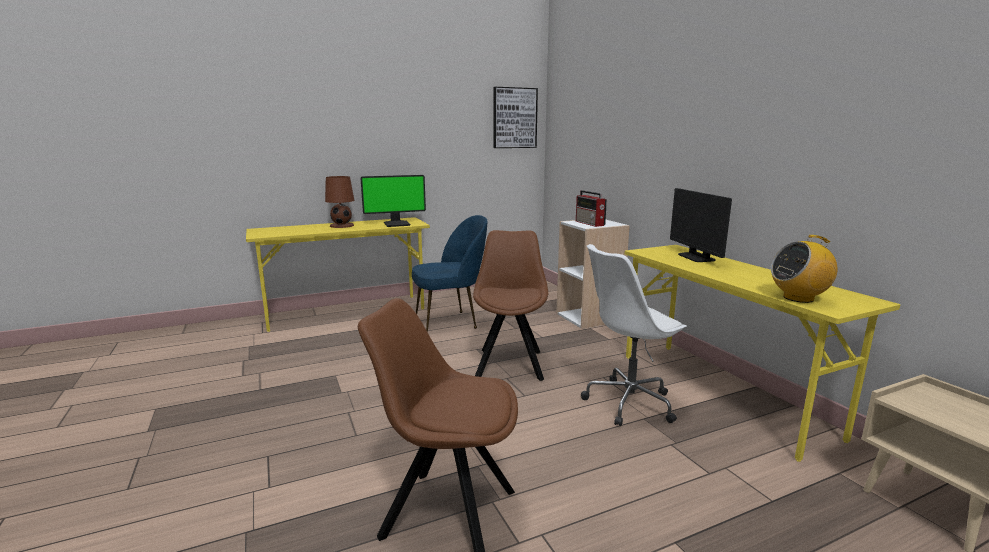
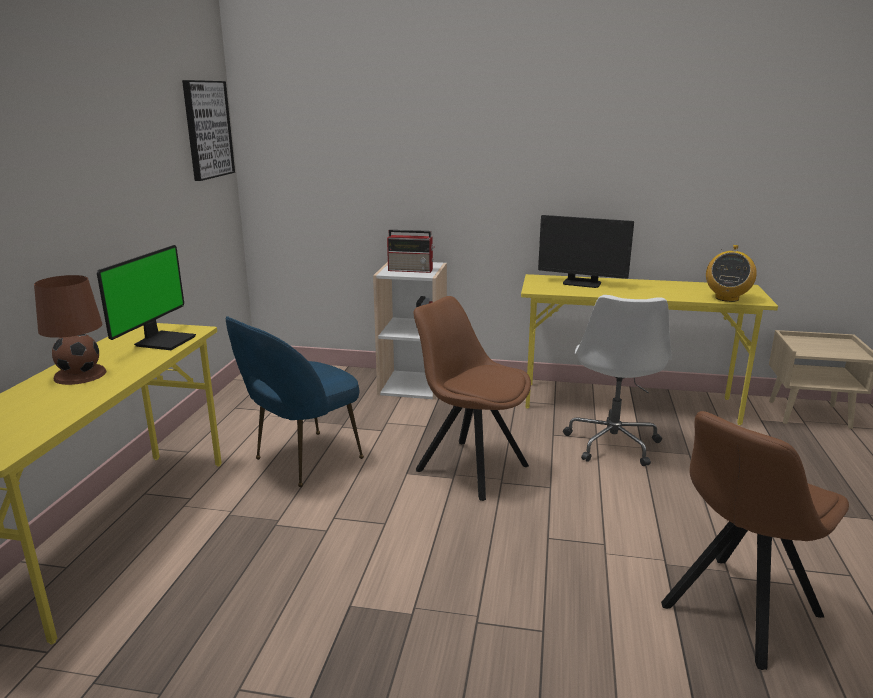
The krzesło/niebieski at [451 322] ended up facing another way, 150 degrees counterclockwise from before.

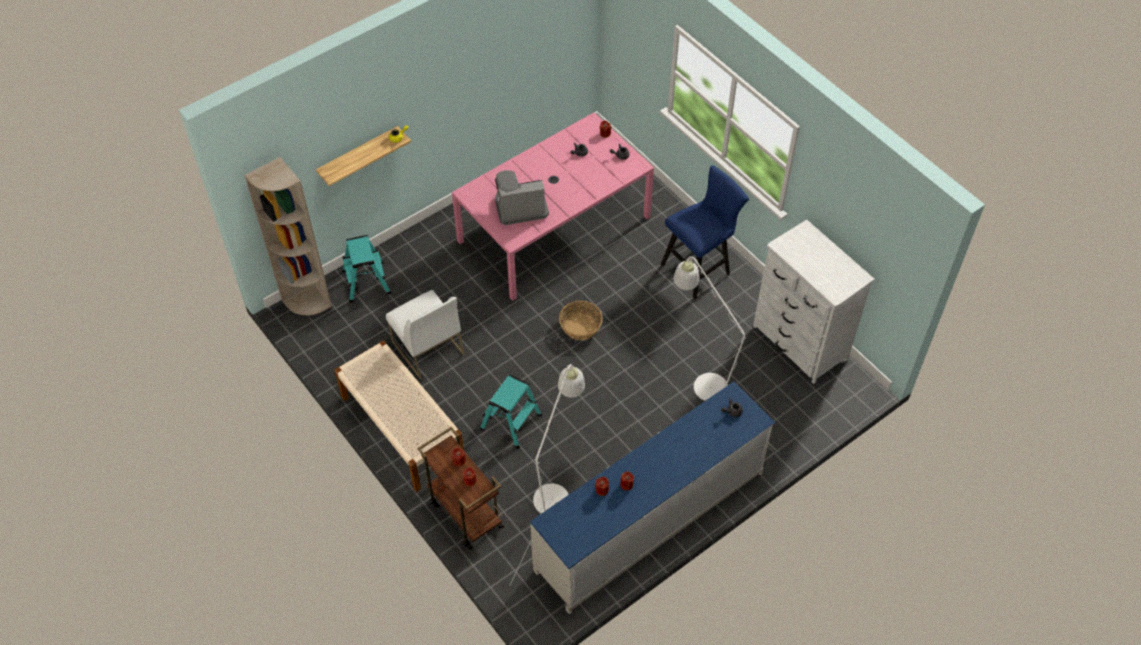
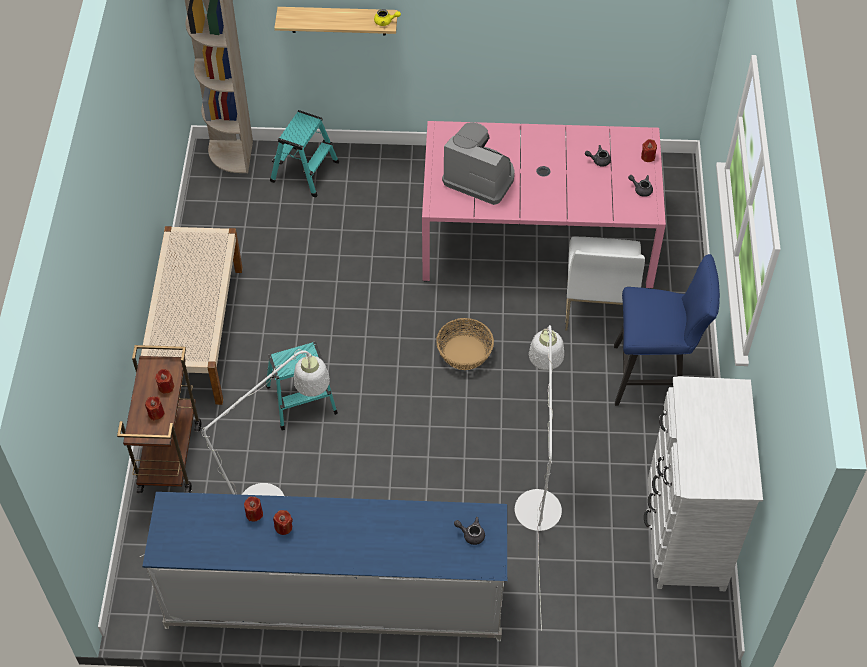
The krzesło/biały ended up elsewhere, having gone from [427 348] to [598 303].

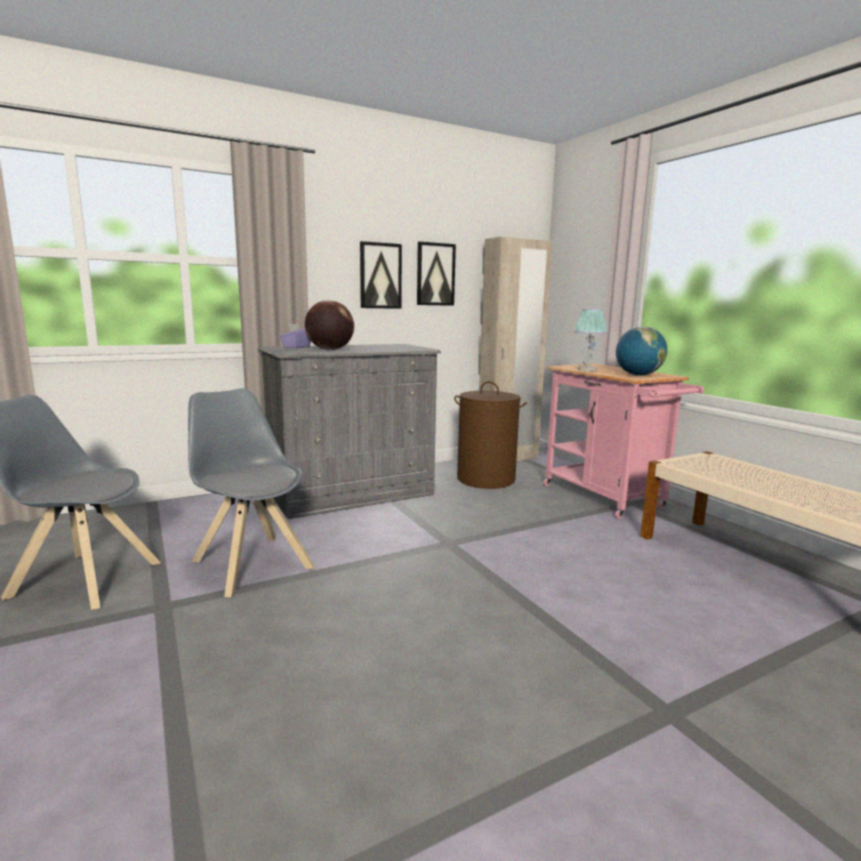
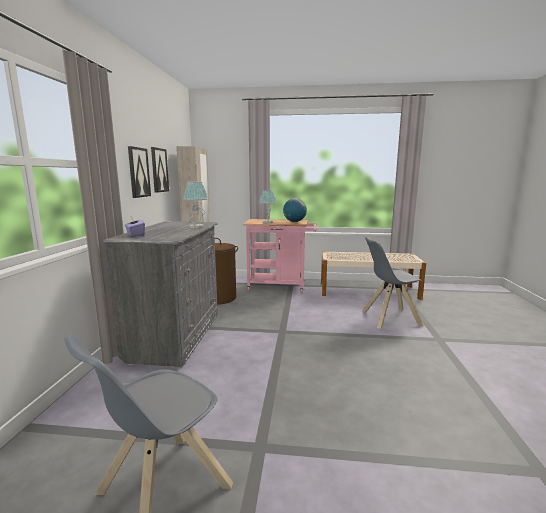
The second view lost the globus at [329 350]. The second view gained the lampa stołowa at [196 227]. The krzesło/szary ended up elsewhere, having gone from [251 563] to [389 318].

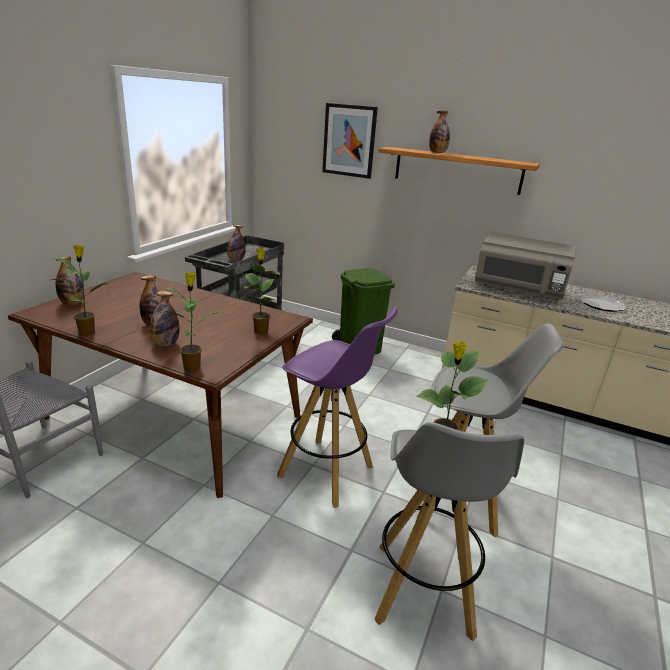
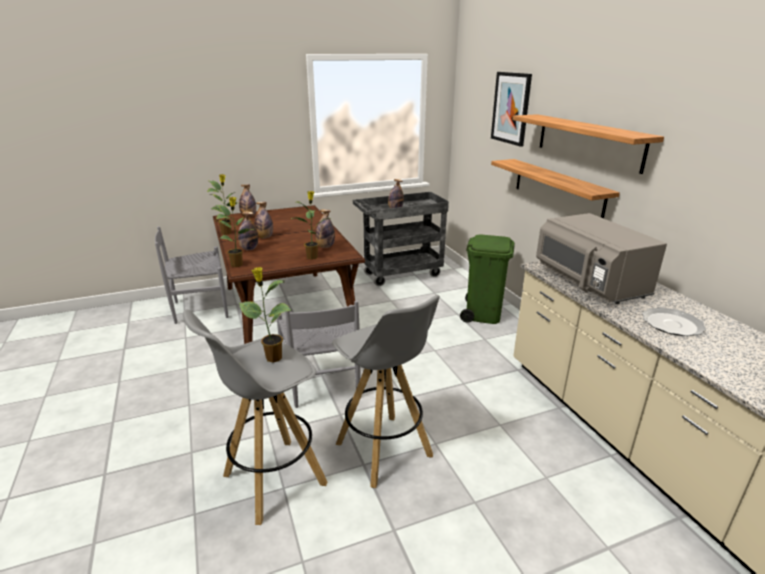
The second view gained the półka at [557 188]. The butelka ended up elsewhere, having gone from [437 153] to [325 246]. Where the stołek/fioletowy stood at [327 472], the krzesło/szary came to stand at [323 384].

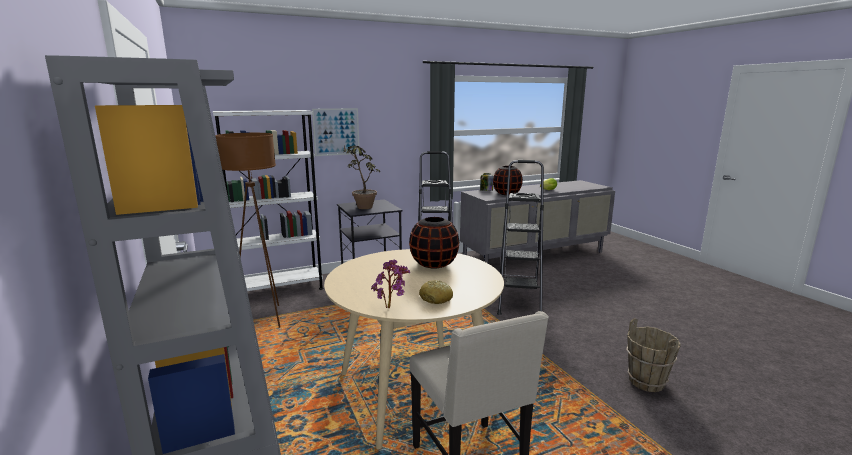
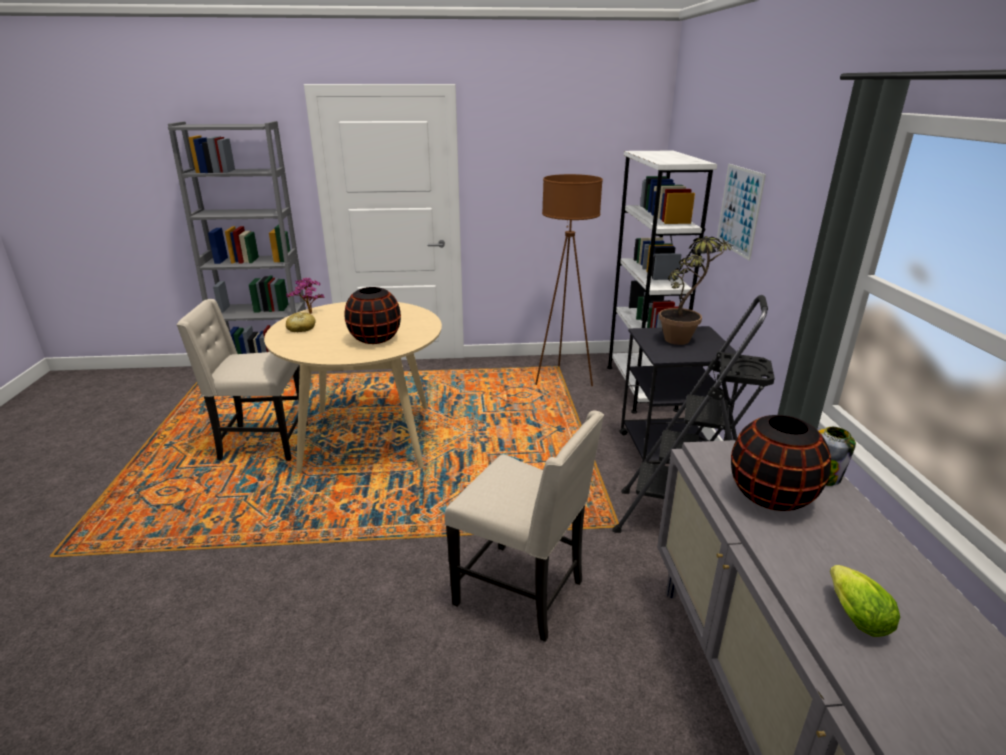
The second view lost the wiadro/brązowy at [646 382]. Where the drabinka stood at [518 298], the krzesło/beżowy came to stand at [522 592].

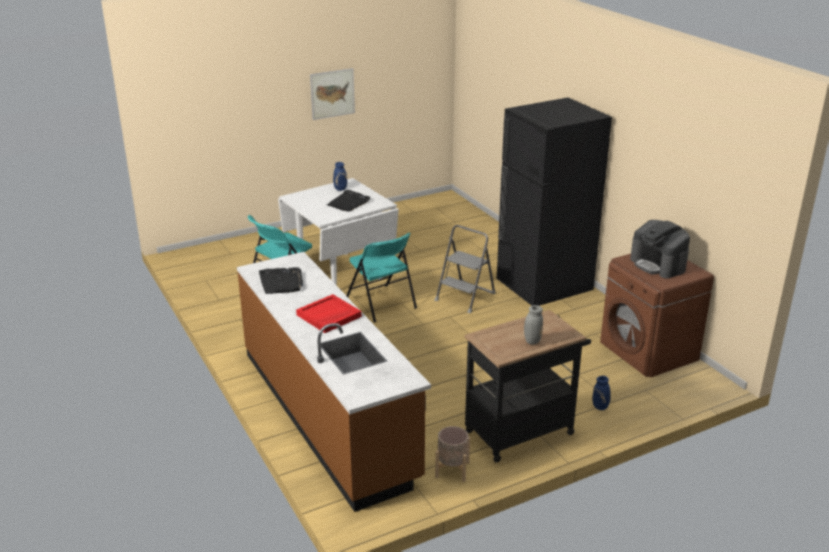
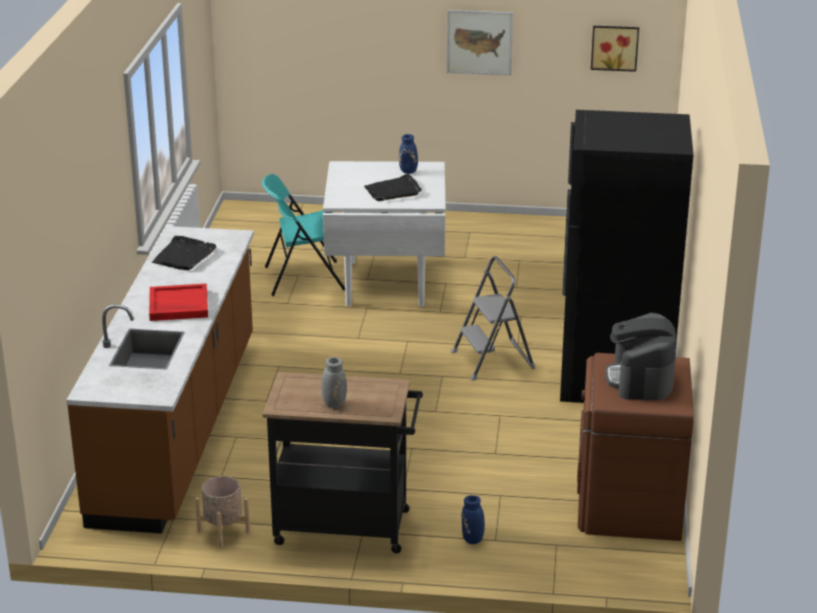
The second view lost the krzesło/turkusowy at [380 303]. The second view gained the obraz at [614 47].

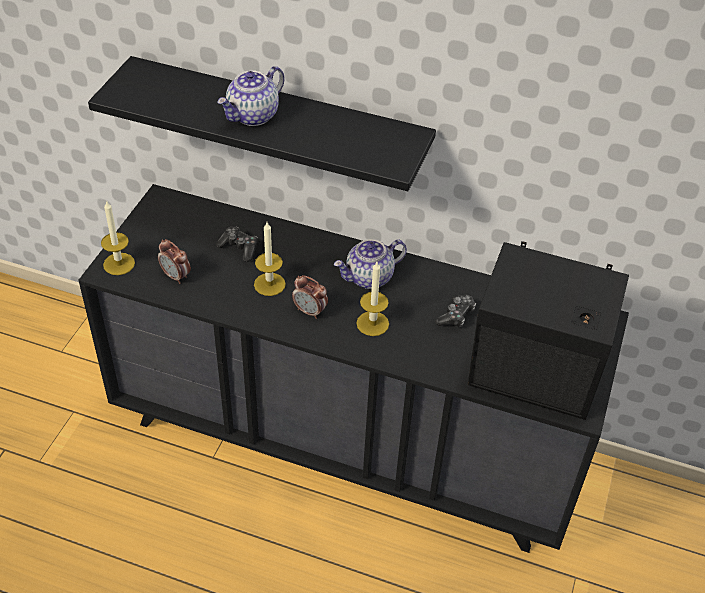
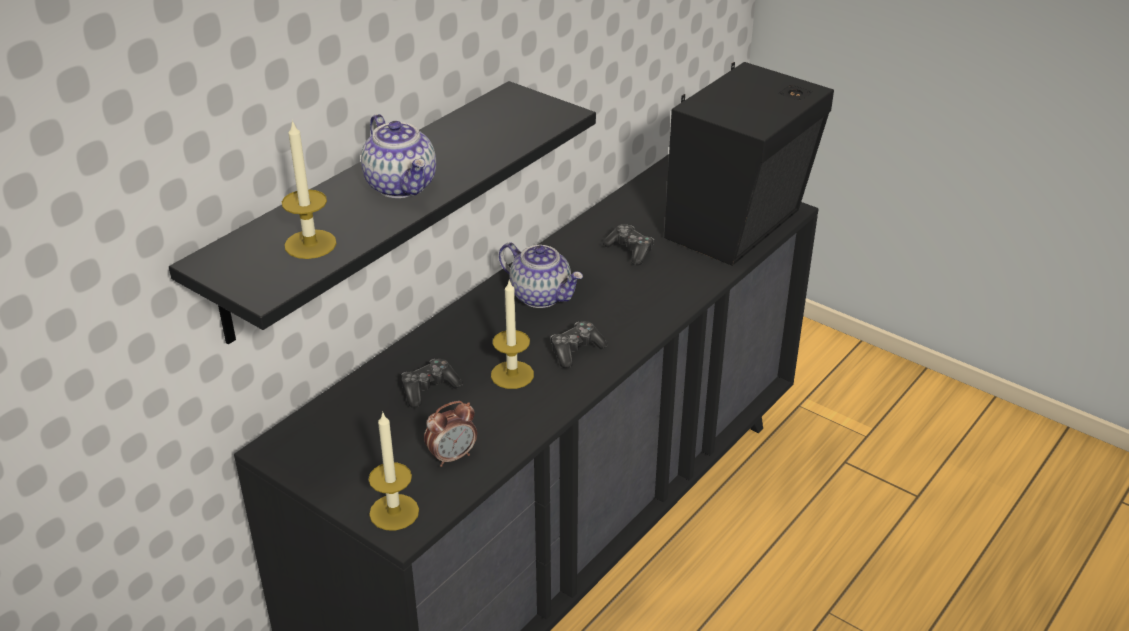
The świeca ended up elsewhere, having gone from [372 323] to [310 244]. Where the budzik stood at [310 311], the pad do gier came to stand at [576 351]. The imbryk at [369 278] ended up facing another way, 45 degrees counterclockwise from before.

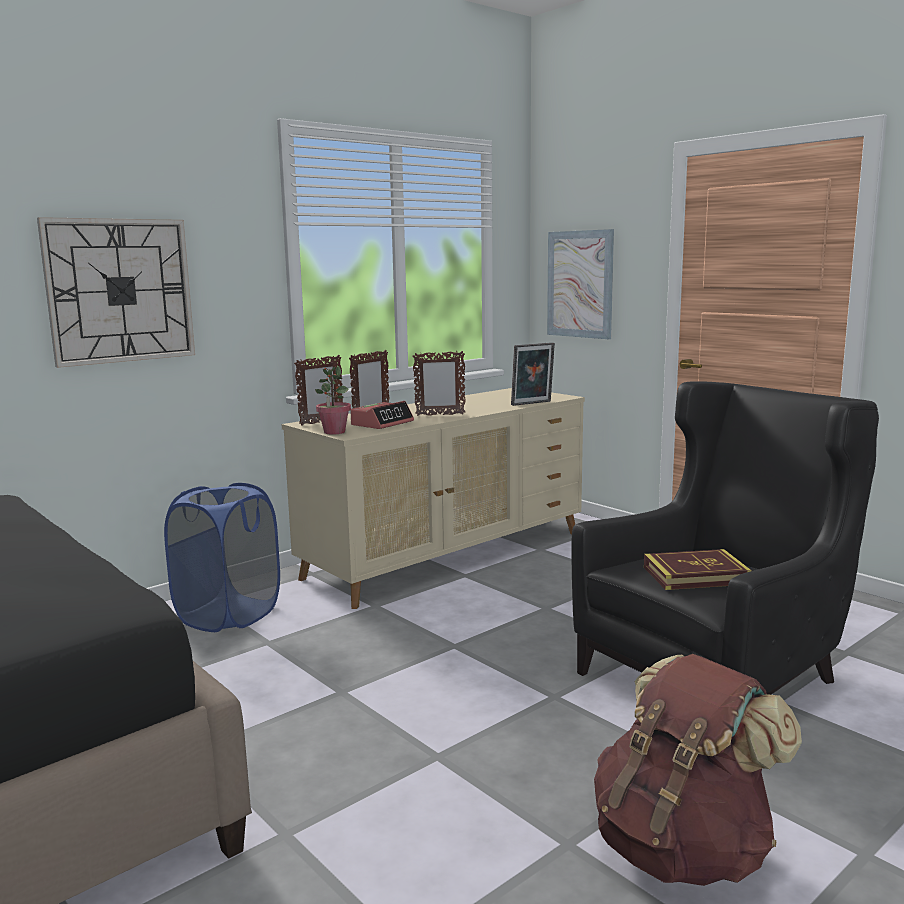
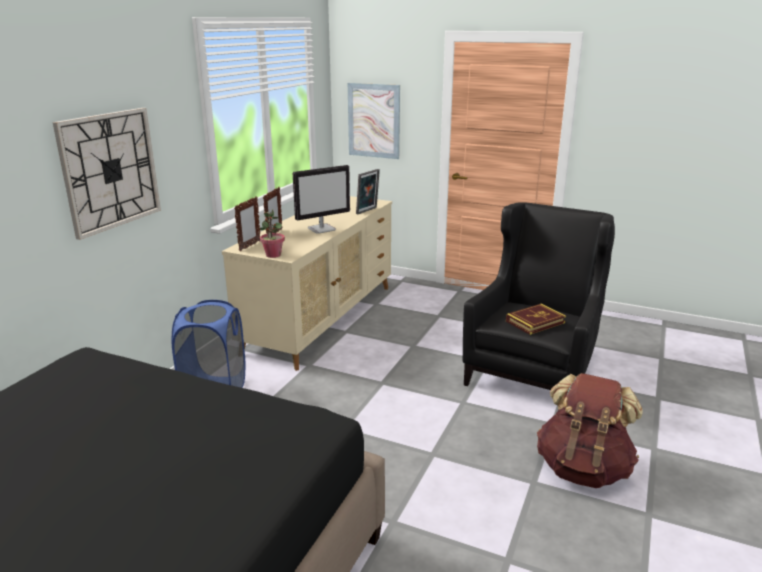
The second view lost the budzik at [382 423]. Where the ramka na zdjęcie stood at [439 415], the monitor came to stand at [322 229].

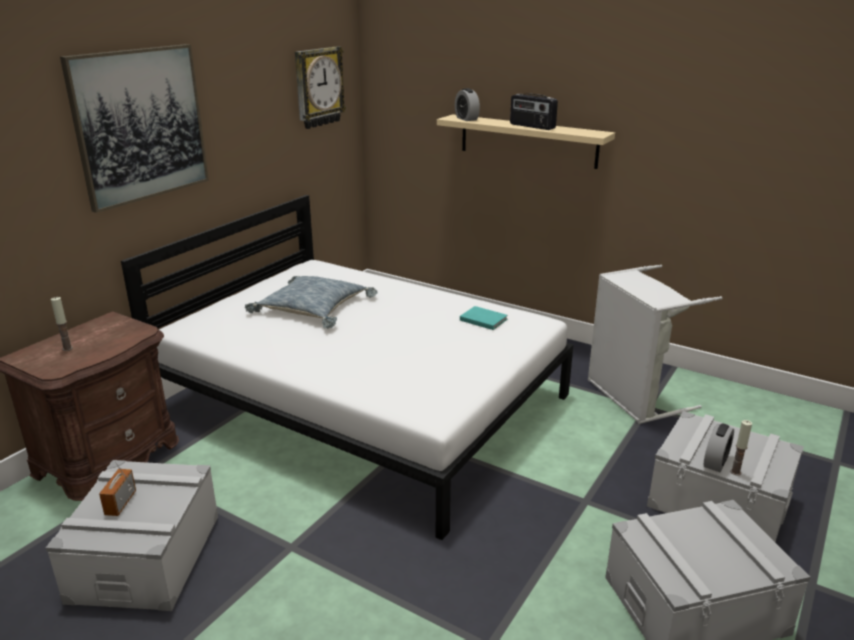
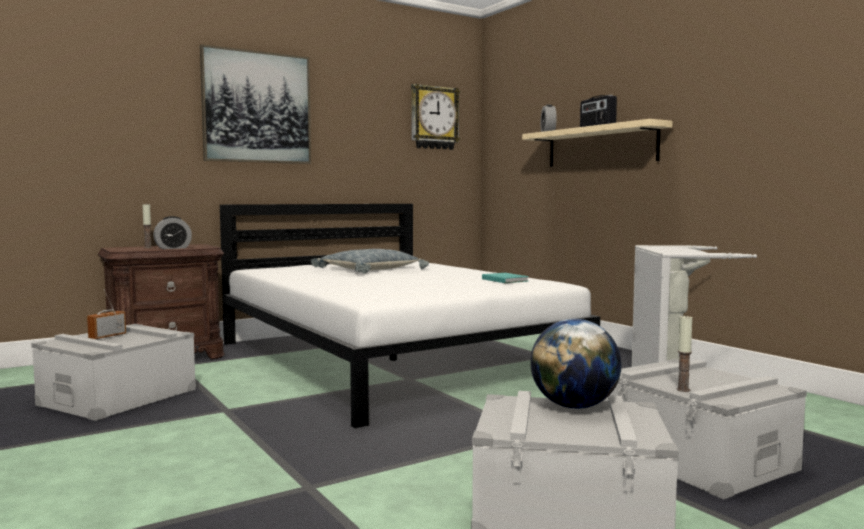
The second view gained the globus at [574 406]. The budzik ended up elsewhere, having gone from [715 462] to [173 248].

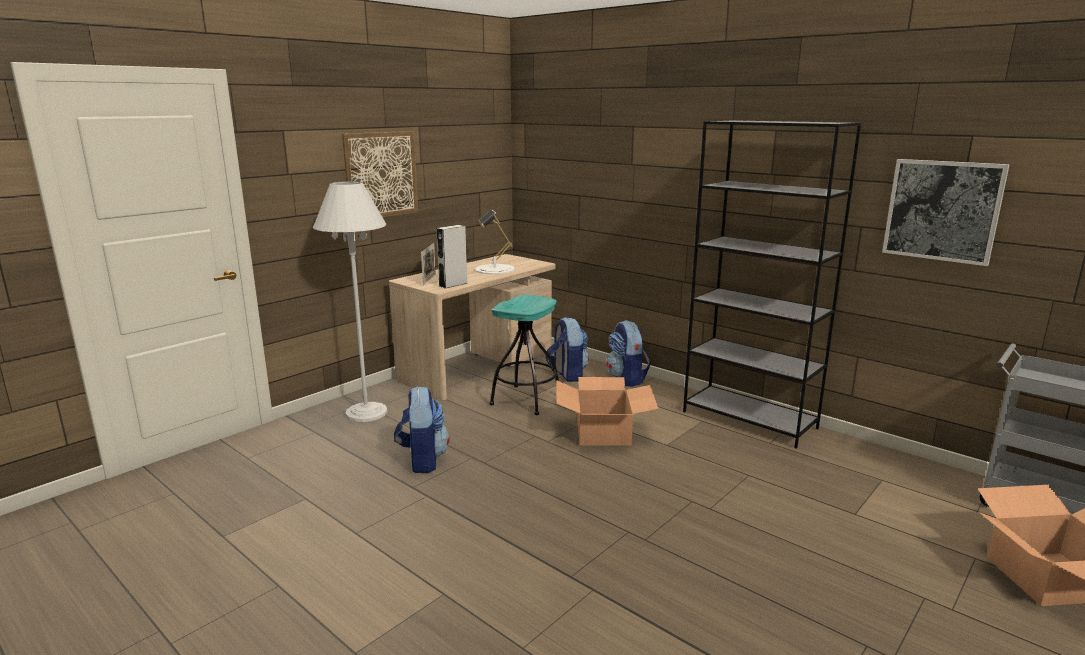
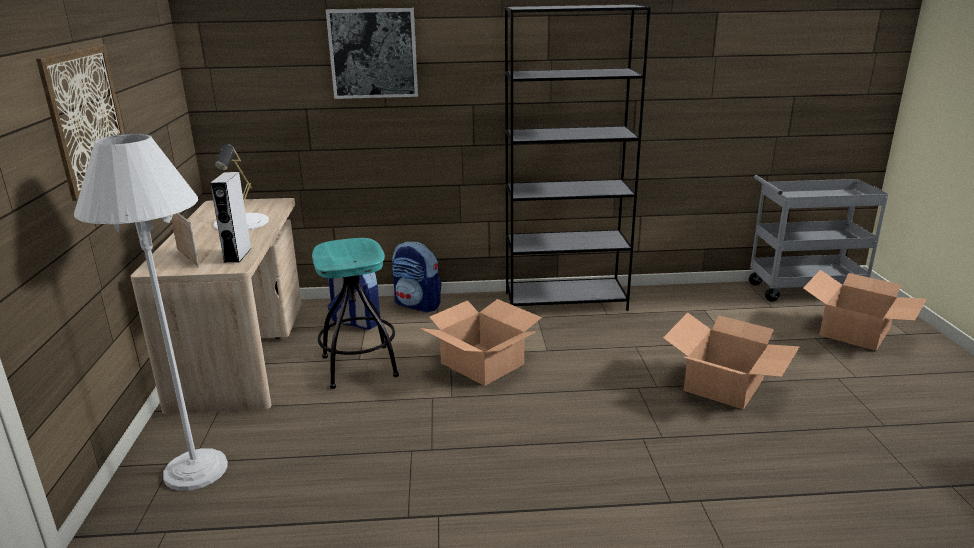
The second view lost the plecak at [422 460]. The second view gained the karton at [725 384]. The obraz ended up elsewhere, having gone from [942 210] to [373 53].

